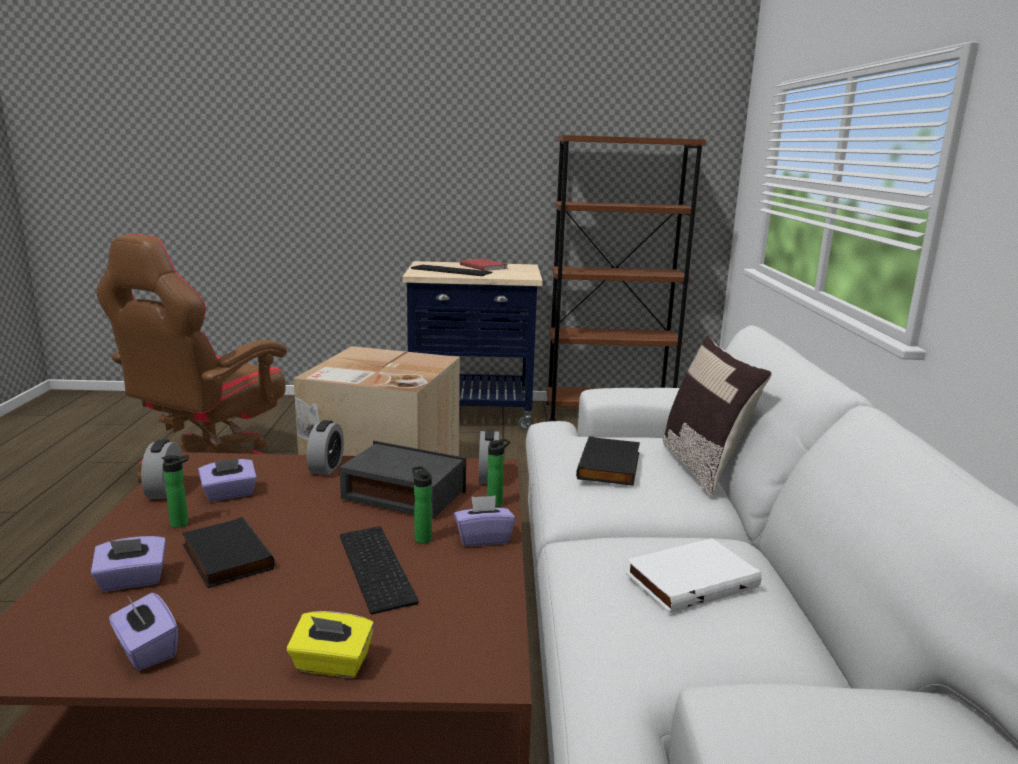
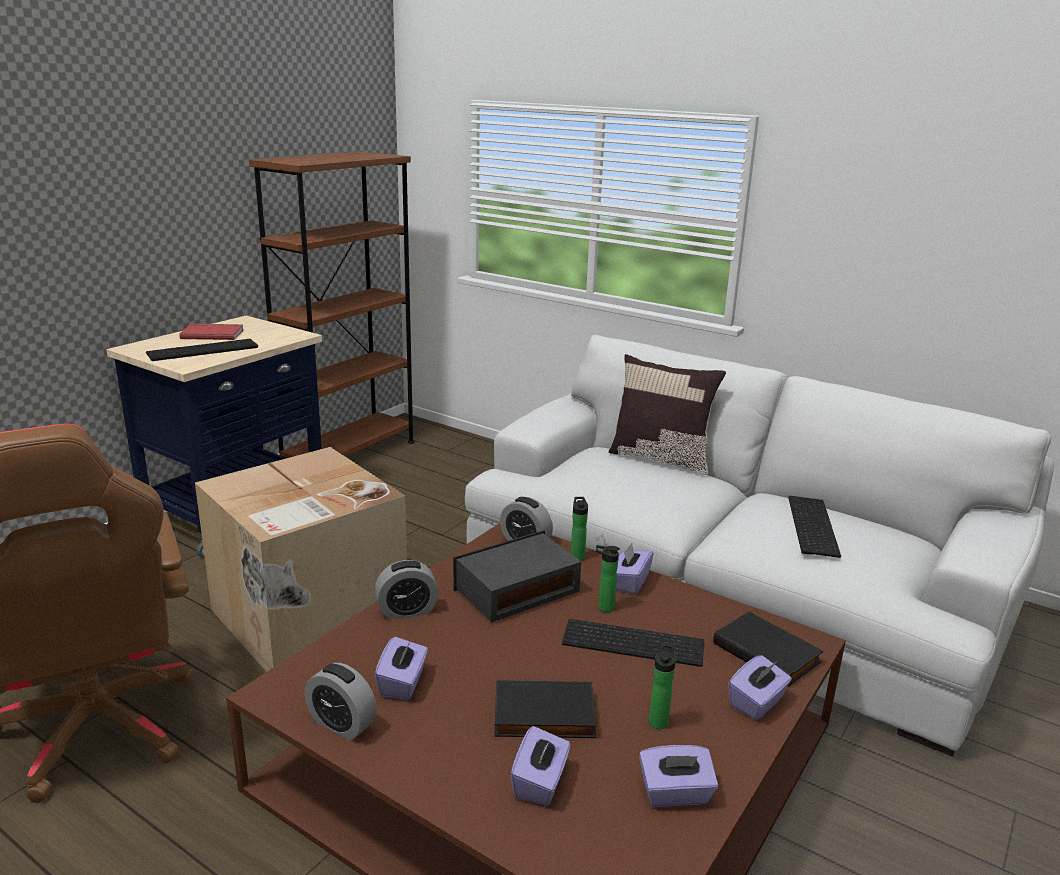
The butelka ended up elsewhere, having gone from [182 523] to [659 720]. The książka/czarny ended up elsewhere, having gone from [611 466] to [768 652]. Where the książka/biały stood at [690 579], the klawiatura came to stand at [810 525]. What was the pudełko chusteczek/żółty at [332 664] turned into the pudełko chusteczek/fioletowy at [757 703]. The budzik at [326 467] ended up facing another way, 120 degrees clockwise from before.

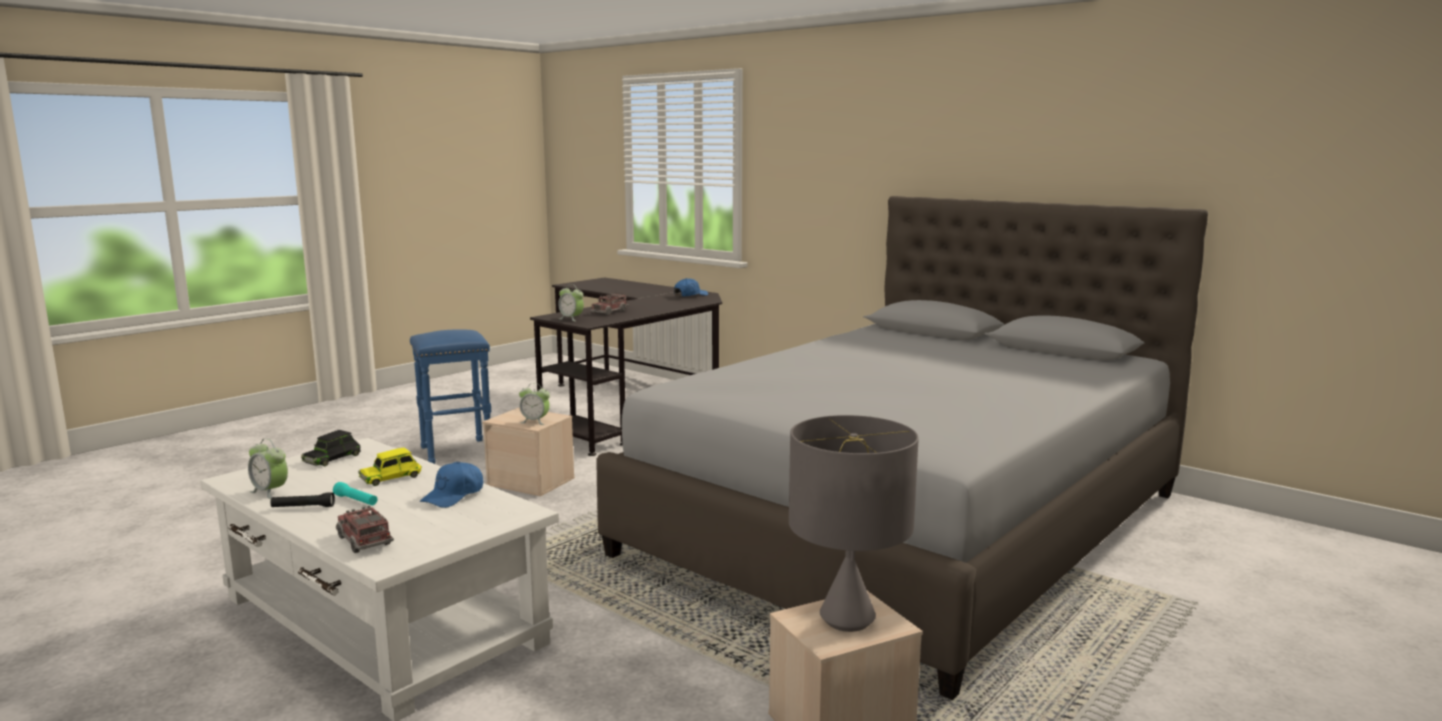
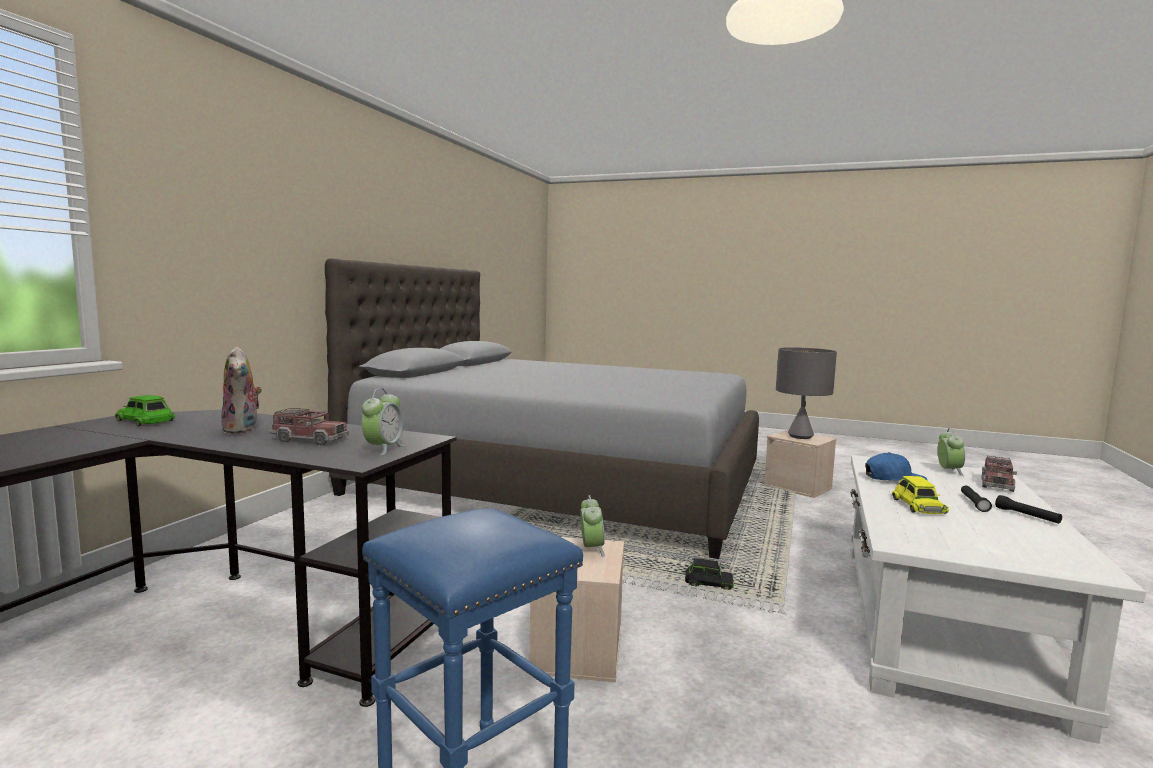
The second view gained the pluszak at [243 429]. The budzik ended up elsewhere, having gone from [270 492] to [948 471]. The samochodzik/czarny ended up elsewhere, having gone from [332 458] to [708 583]. Where the czapka z daszkiem/niebieski stood at [690 295], the samochodzik/zielony came to stand at [146 421]. What was the latarka/turkusowy at [356 501] turned into the latarka/czarny at [974 503]. The samochodzik/żółty at [391 477] ended up facing another way, 60 degrees clockwise from before.

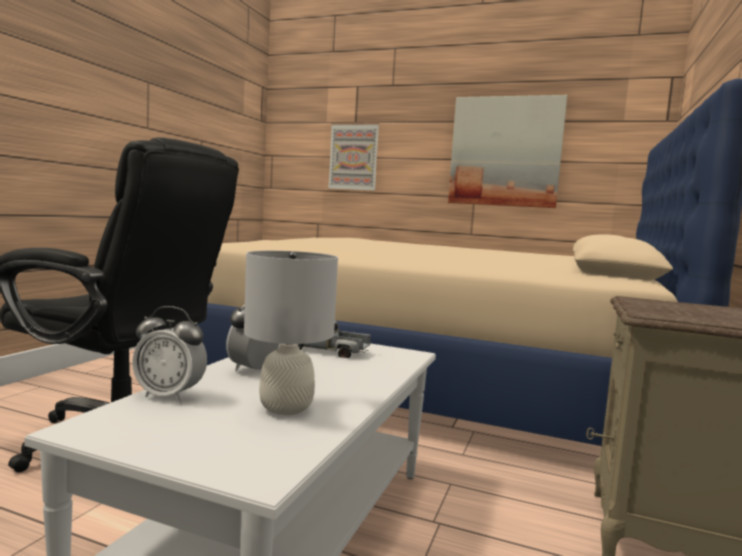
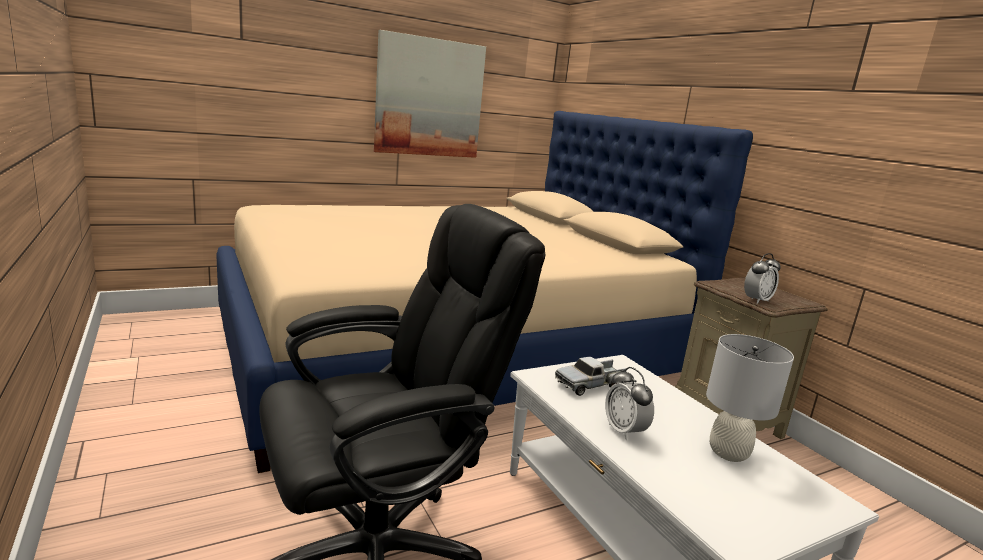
The second view lost the obraz at [353 157]. The budzik ended up elsewhere, having gone from [169 396] to [756 300].

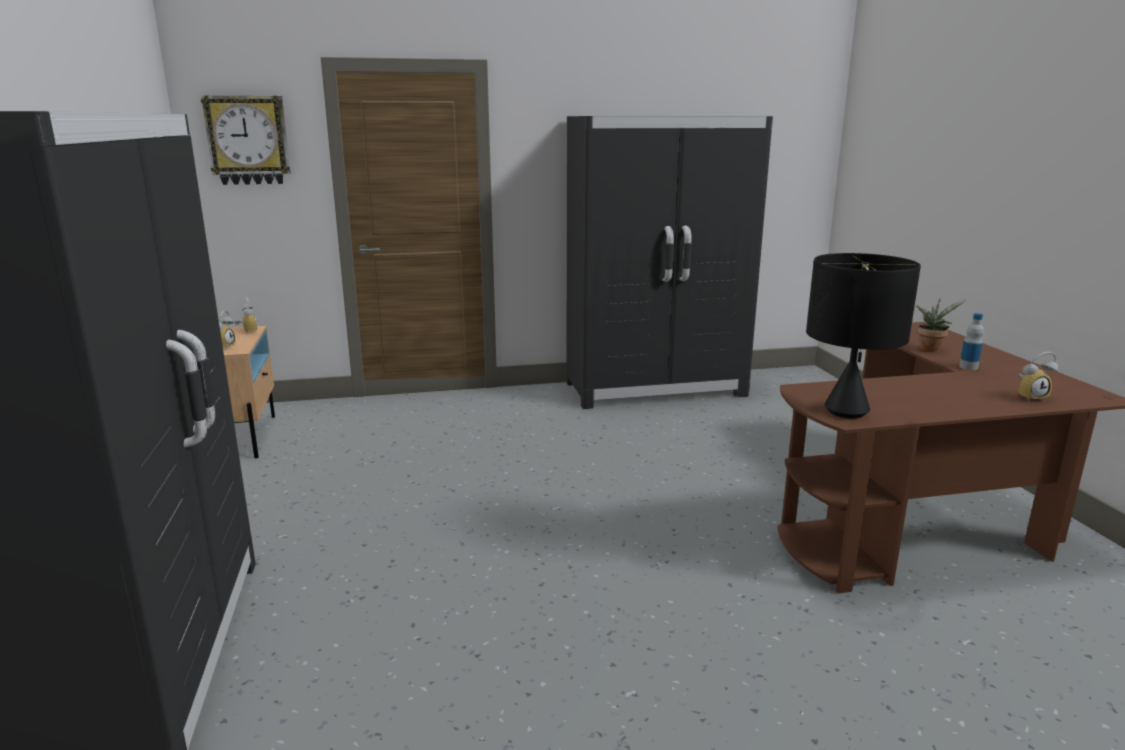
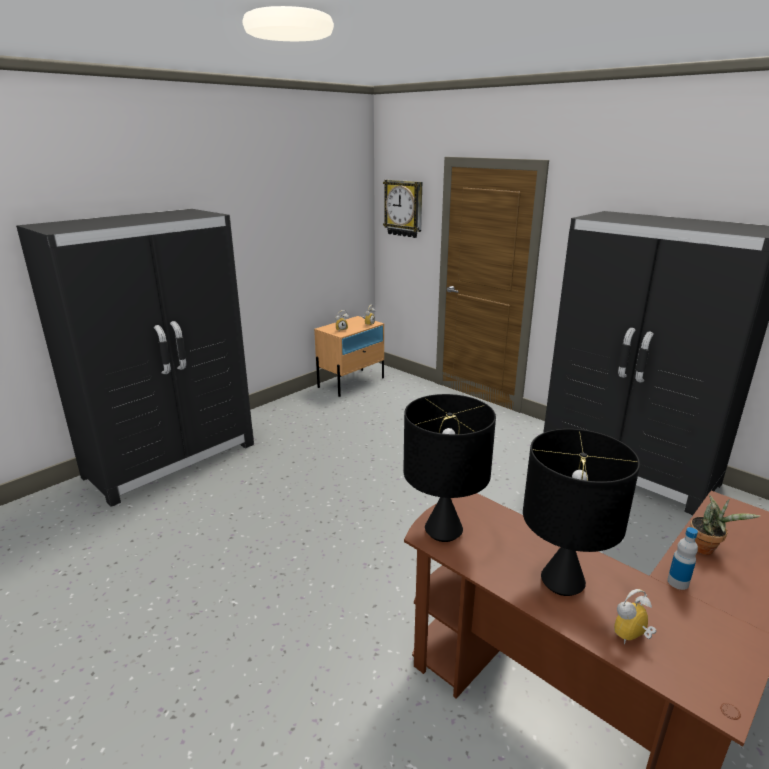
The second view gained the lampa stołowa/czarny at [562 583]. The budzik at [1030 397] ended up facing another way, 105 degrees clockwise from before.

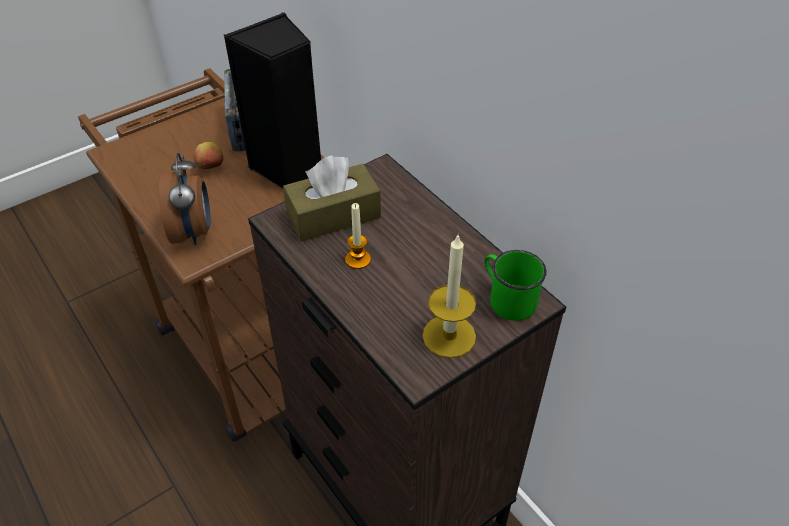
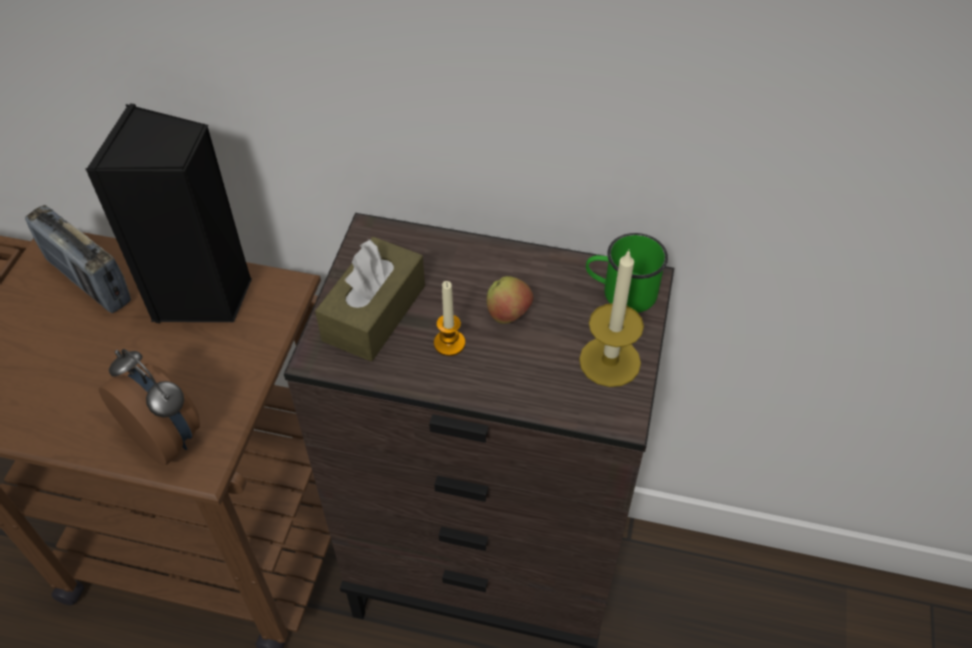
The jabłko ended up elsewhere, having gone from [211 168] to [508 315].

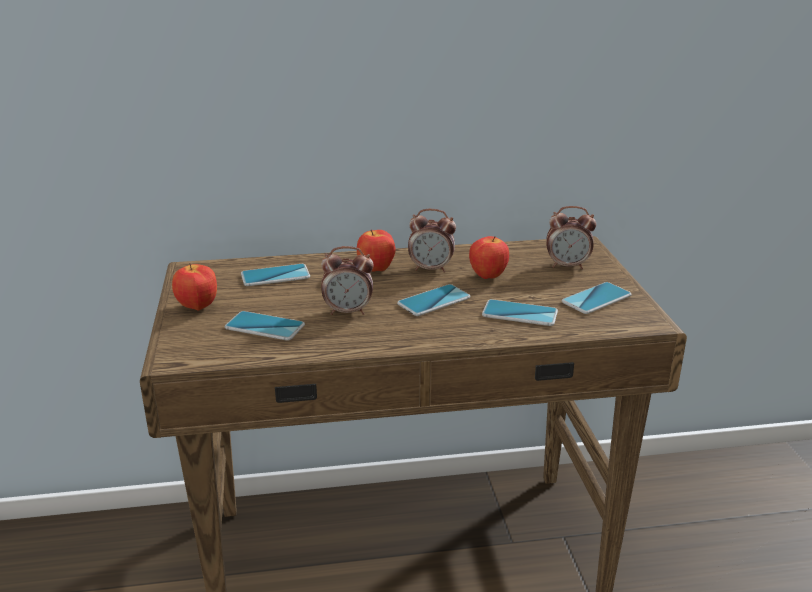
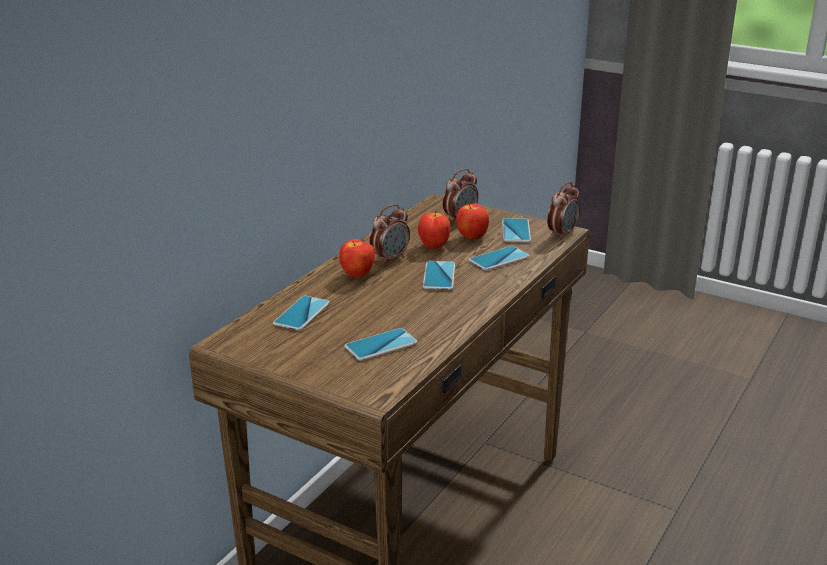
The jabłko ended up elsewhere, having gone from [197 307] to [472 238]. The budzik ended up elsewhere, having gone from [348 311] to [562 234].

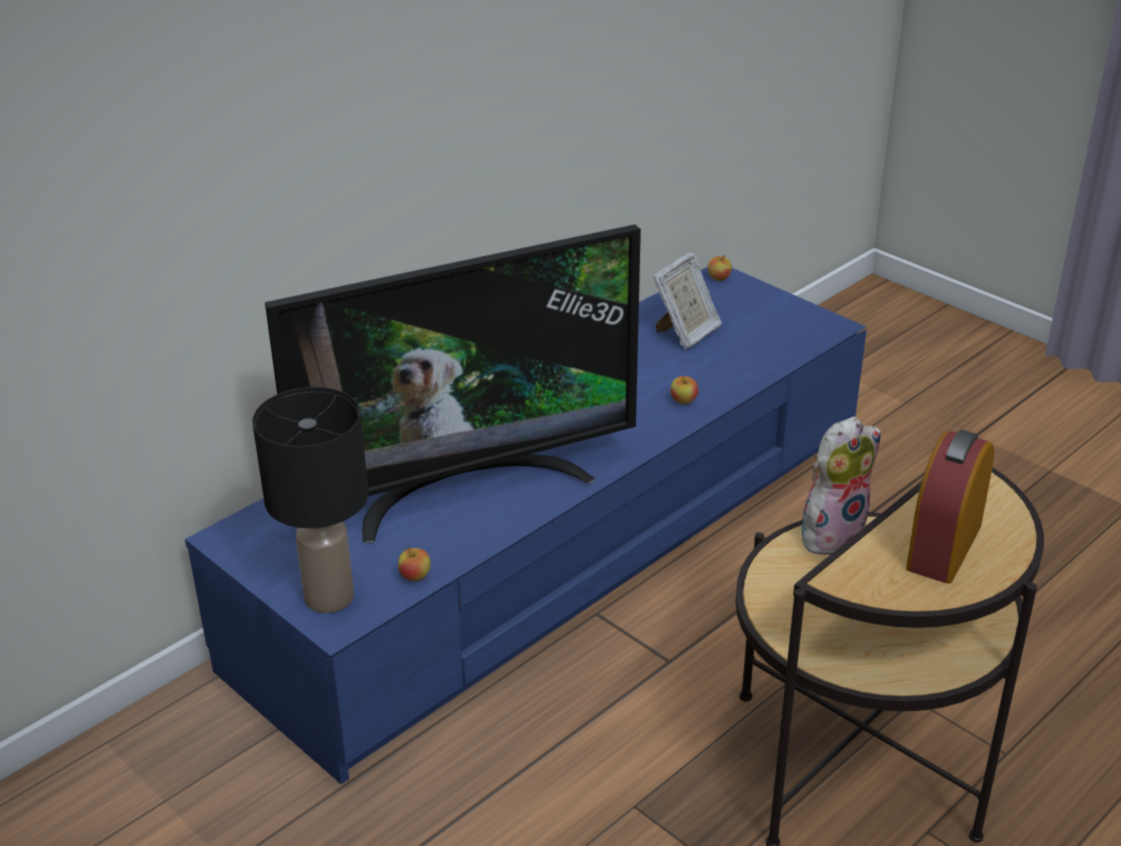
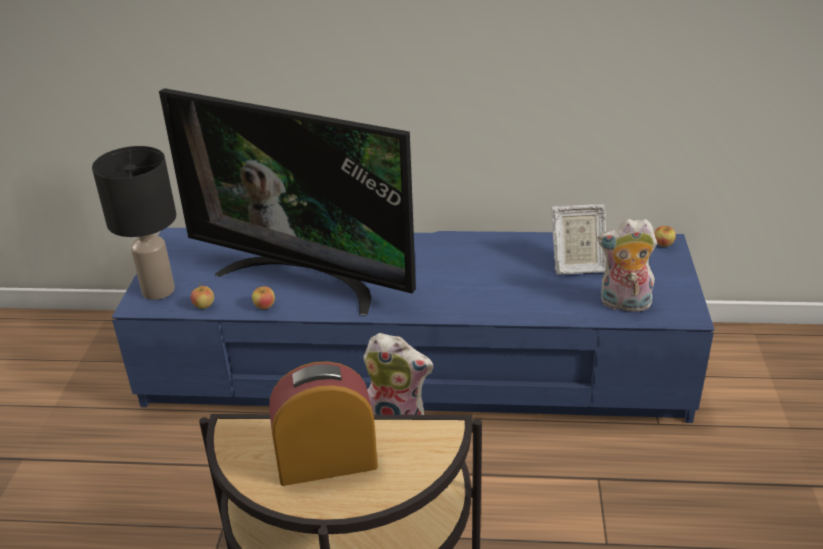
The second view gained the pluszak at [623 304]. The jabłko ended up elsewhere, having gone from [683 401] to [264 306].

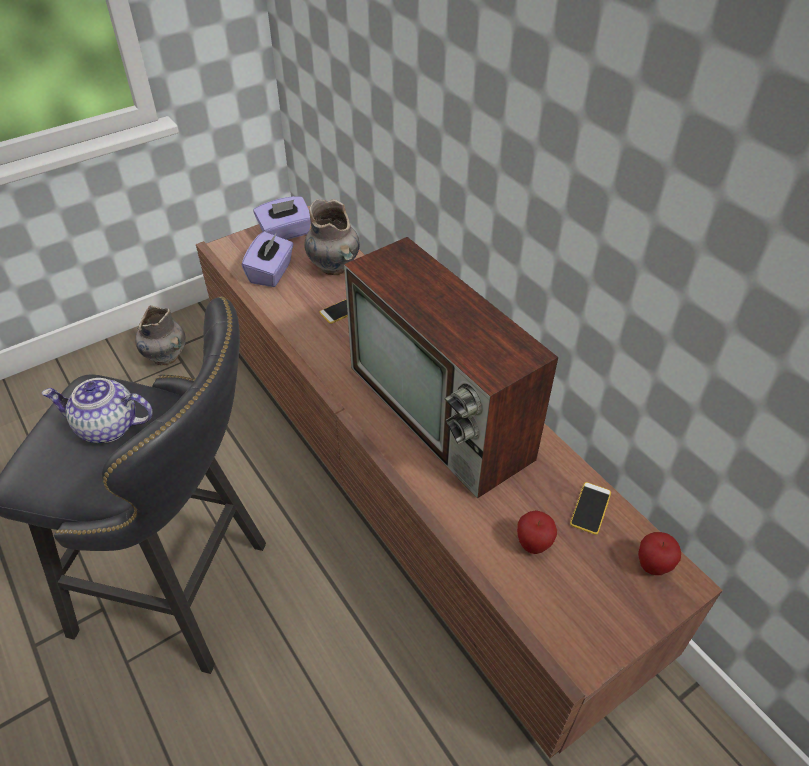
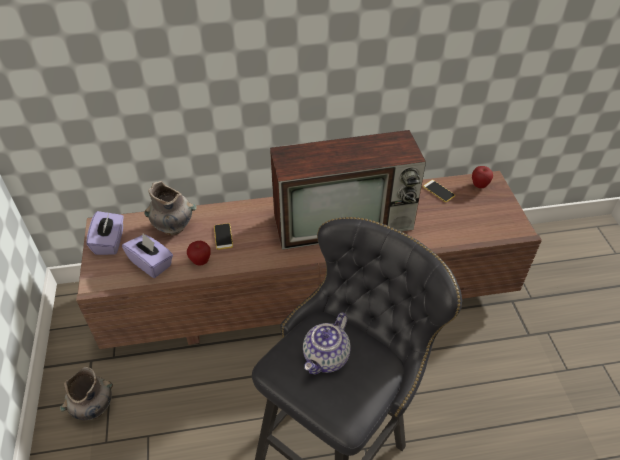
The jabłko ended up elsewhere, having gone from [533 544] to [200 261].

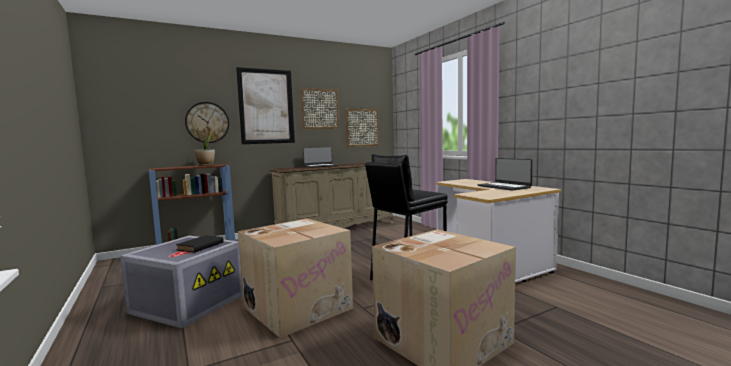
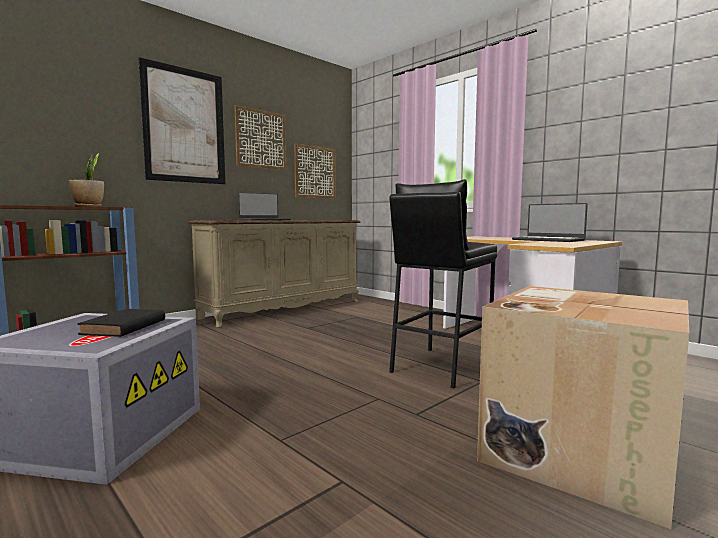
The second view lost the zegar ścienny at [207 122]. The second view lost the karton at [298 307].

